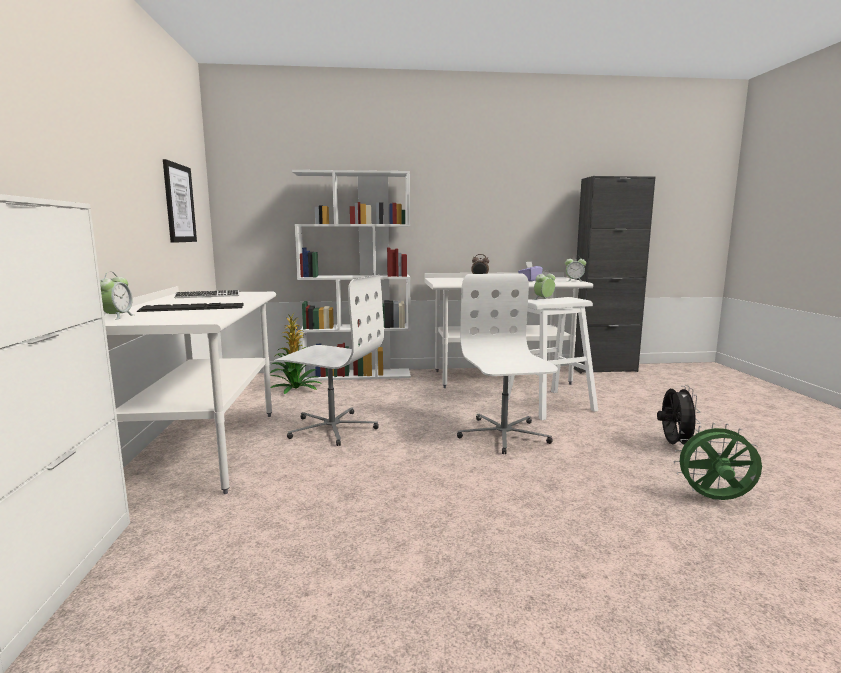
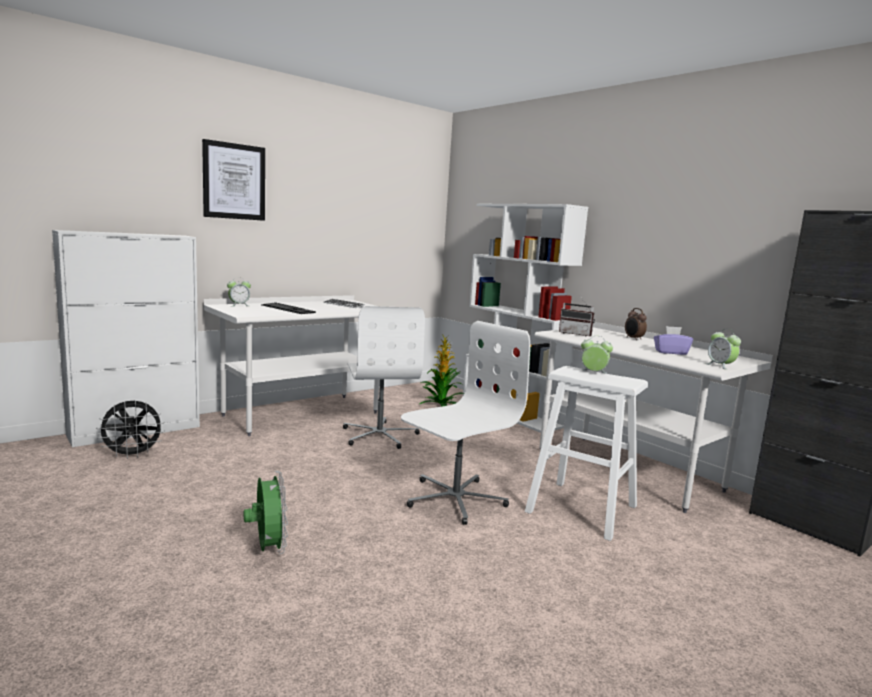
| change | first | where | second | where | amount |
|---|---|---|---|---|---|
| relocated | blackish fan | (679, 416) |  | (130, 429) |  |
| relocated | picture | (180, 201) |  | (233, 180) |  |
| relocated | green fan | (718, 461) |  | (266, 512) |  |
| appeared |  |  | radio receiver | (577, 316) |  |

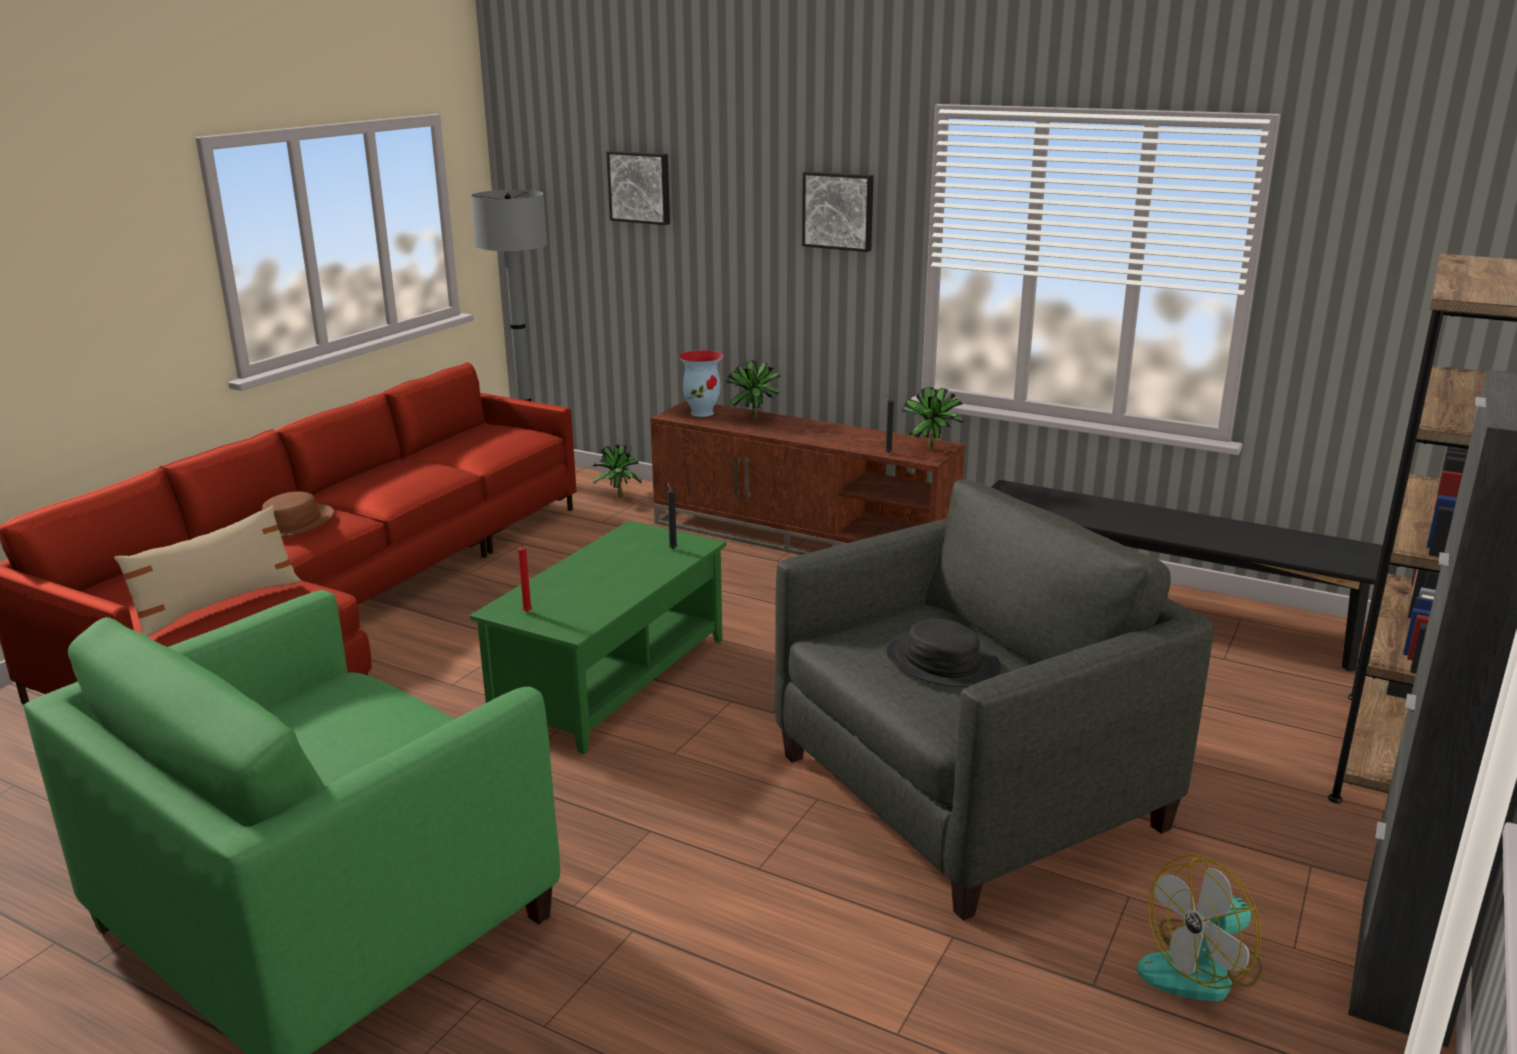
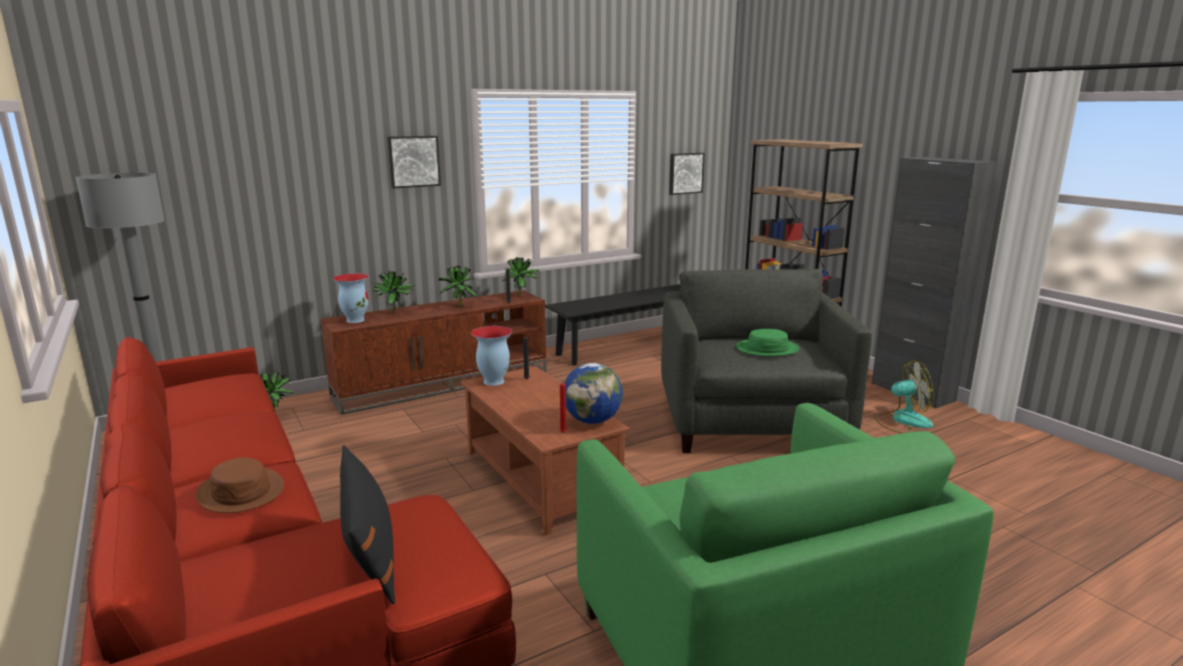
| change | first | where | second | where | amount |
|---|---|---|---|---|---|
| colour | beige pillow | (207, 571) | blackish pillow | (367, 524) |  |
| appeared |  |  | houseplant | (457, 286) |  |
| colour | green coffee table | (598, 637) | brownish coffee table | (545, 450) |  |
| appeared |  |  | flower vase | (491, 356) |  |
| appeared |  |  | desk globe | (593, 393) |  |
| relocated | picture | (638, 188) |  | (687, 174) |  |
| colour | blackish hat | (943, 653) | green hat | (768, 342) |  |
| spun | fan | (1200, 927) |  | (904, 397) | 90 degrees counterclockwise |

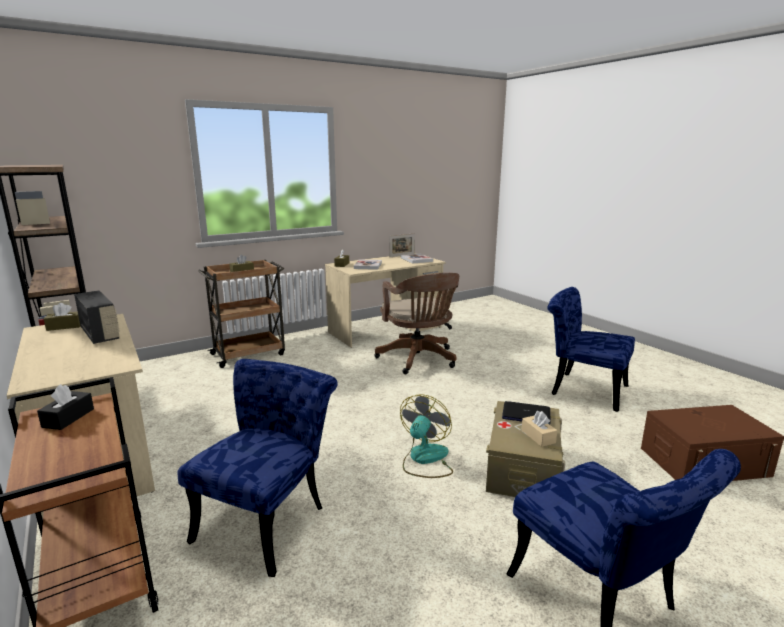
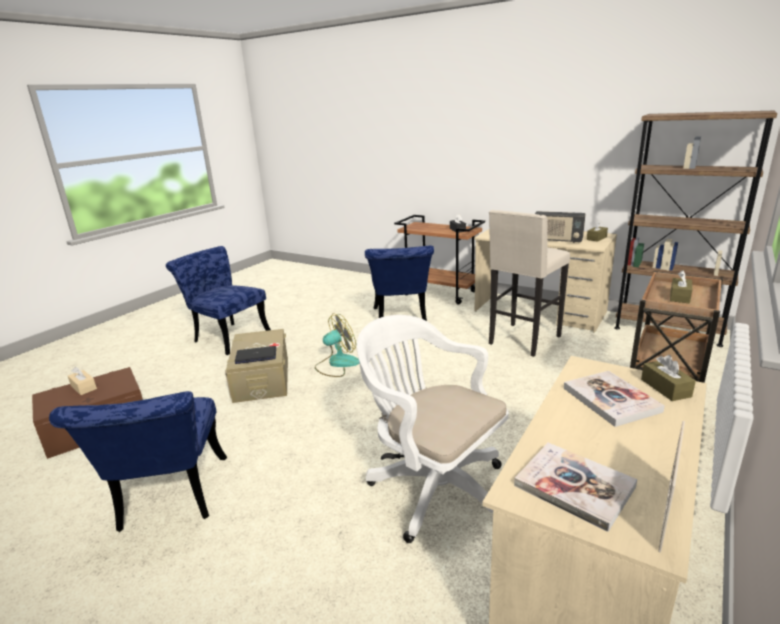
| change | first | where | second | where | amount |
|---|---|---|---|---|---|
| spun | blue plain chair | (591, 349) |  | (138, 461) | 75 degrees clockwise |
| relocated | beige box of tissues | (539, 429) |  | (82, 381) |  |
| spun | fan | (426, 436) |  | (337, 345) | 120 degrees counterclockwise |
| colour | brownish computer chair | (416, 323) | whitish computer chair | (433, 429) |  |
| appeared |  |  | beige stool seat | (529, 283) |  |

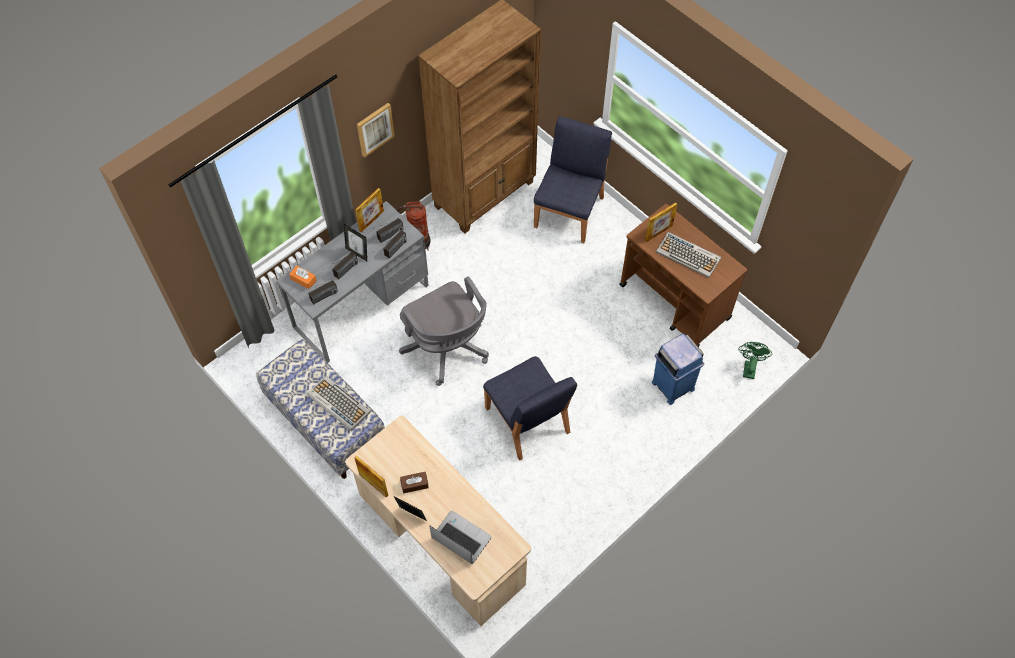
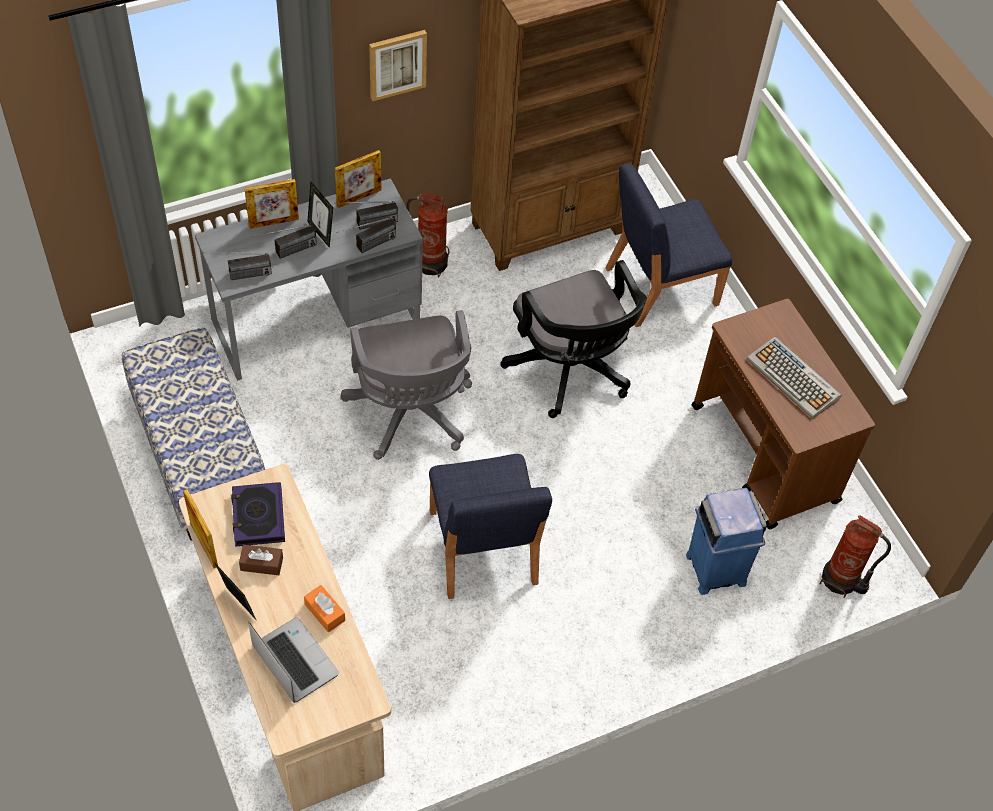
| change | first | where | second | where | amount |
|---|---|---|---|---|---|
| appeared |  |  | book | (258, 514) |  |
| relocated | picture frame | (661, 222) |  | (271, 204) |  |
| relocated | orange-coloured box of tissues | (303, 277) |  | (324, 608) |  |
| appeared |  |  | blackish computer chair | (573, 339) |  |
| spun | blue plain chair | (573, 179) |  | (668, 245) | 150 degrees counterclockwise |
| exchanged | green fan | (755, 360) | fire-fighting cylinder | (855, 556) |  |
| missing | PC keyboard | (339, 403) |  |  |  |

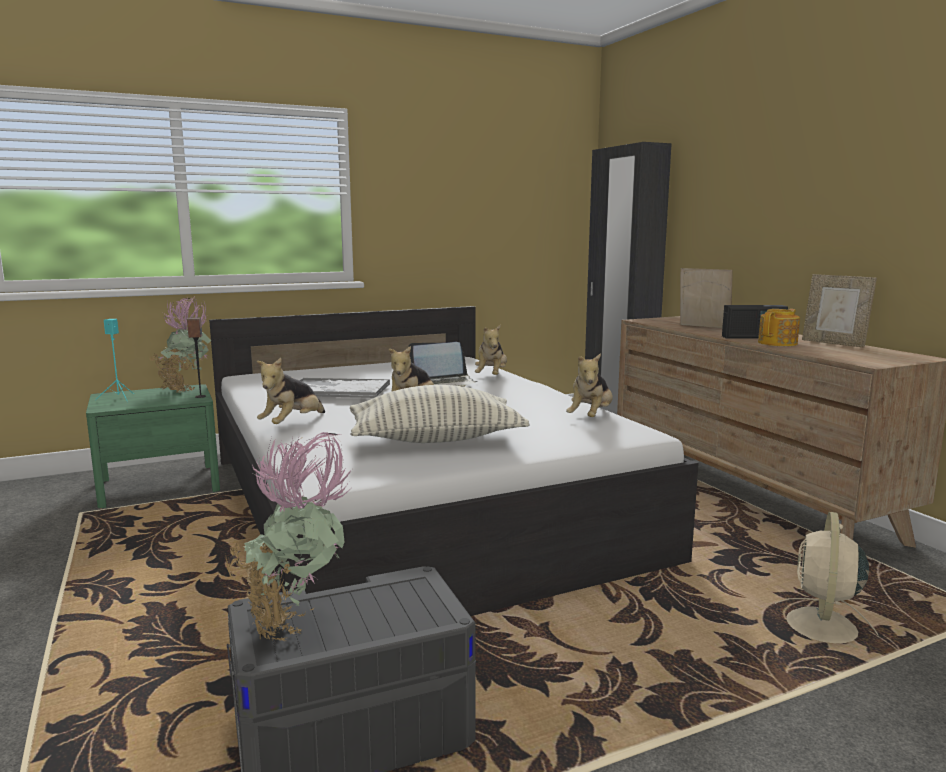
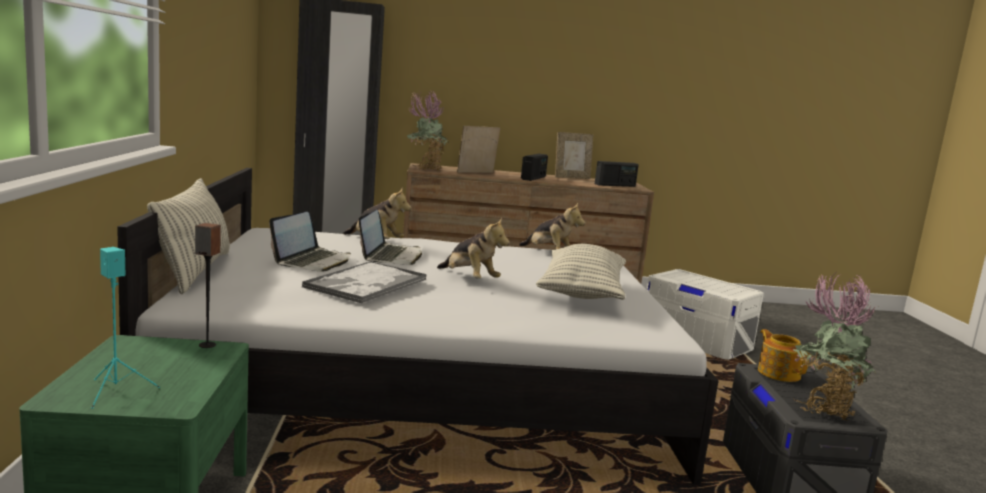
| change | first | where | second | where | amount |
|---|---|---|---|---|---|
| appeared |  |  | pillow | (188, 236) |  |
| appeared |  |  | laptop | (310, 241) |  |
| relocated | houseplant | (180, 344) |  | (428, 131) |  |
| appeared |  |  | radio receiver | (617, 174) |  |
| exchanged | beige fan | (826, 577) | whitish storage bin | (705, 314) |  |
| relocated | pot for tea | (779, 327) |  | (784, 355) |  |
| missing | soft toy | (291, 391) |  |  |  |

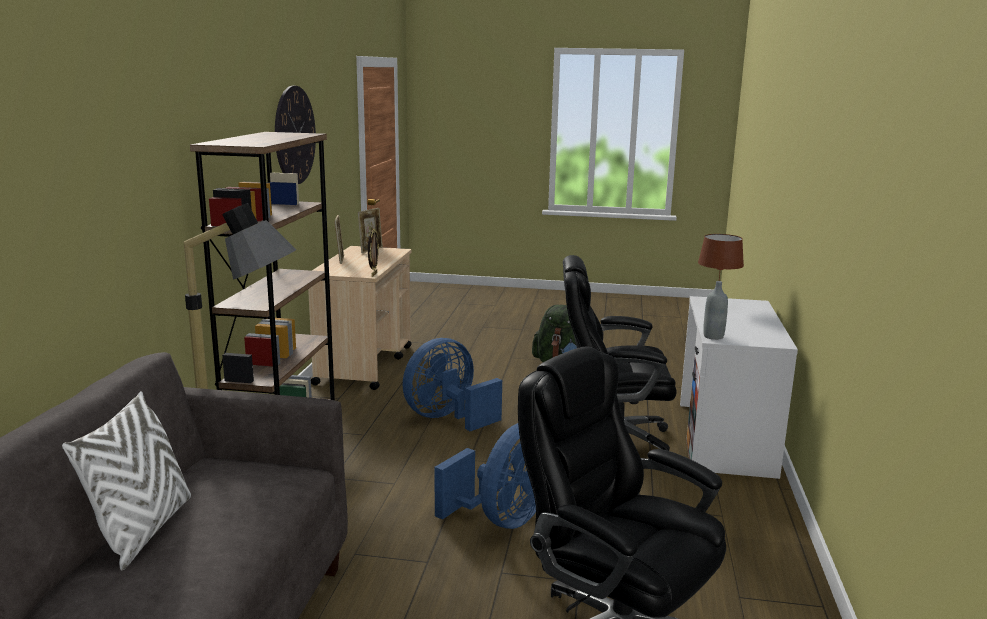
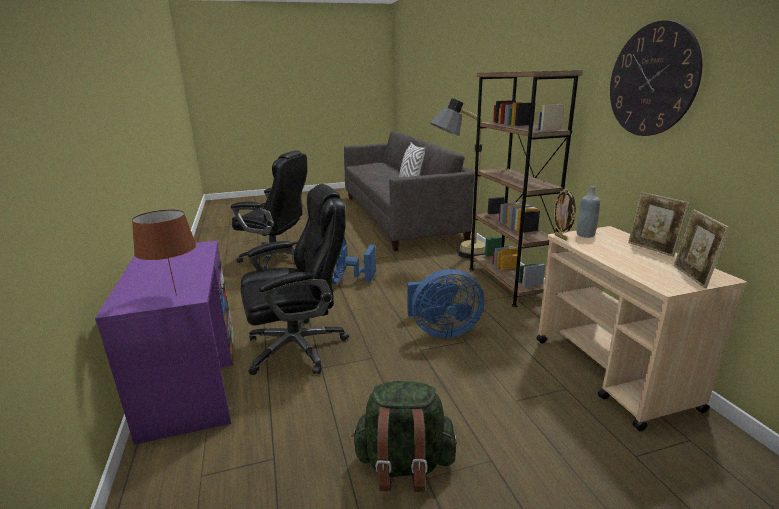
| change | first | where | second | where | amount |
|---|---|---|---|---|---|
| colour | whitish desk unit | (739, 387) | purple desk unit | (164, 342) |  |
| spun | blue fan | (452, 385) |  | (445, 303) | 60 degrees clockwise |
| relocated | greyish drink bottle | (715, 310) |  | (588, 212) |  |

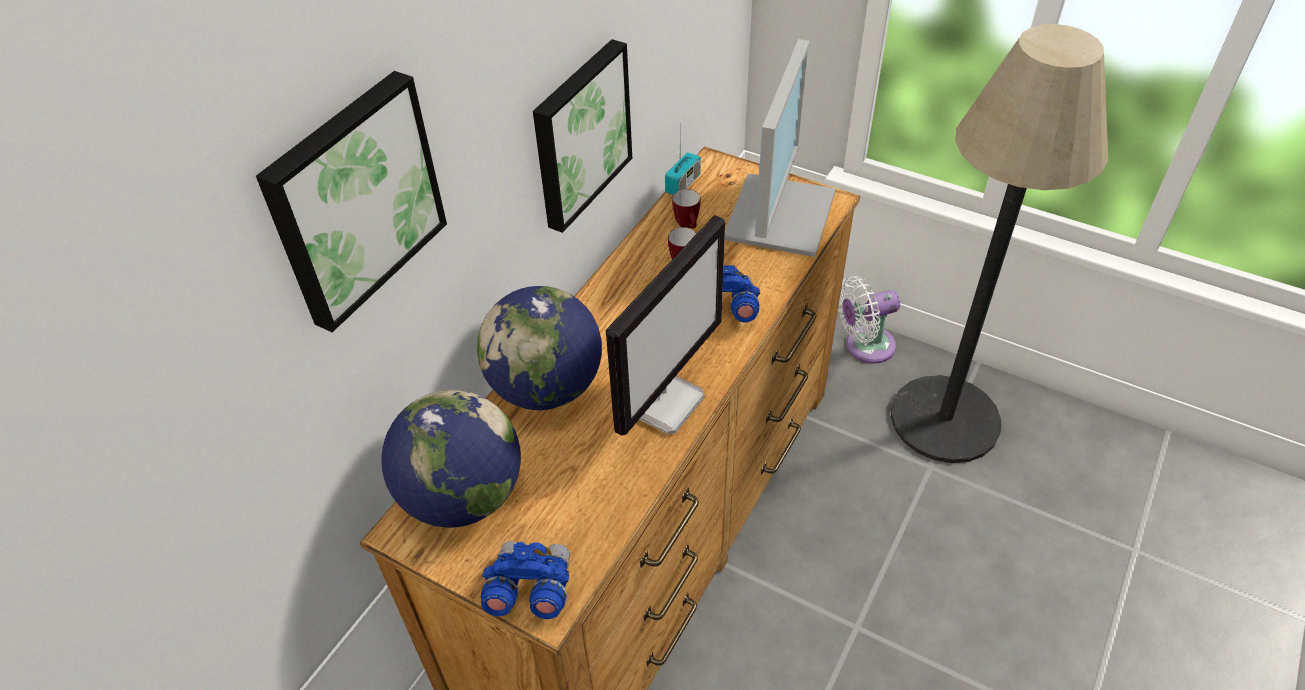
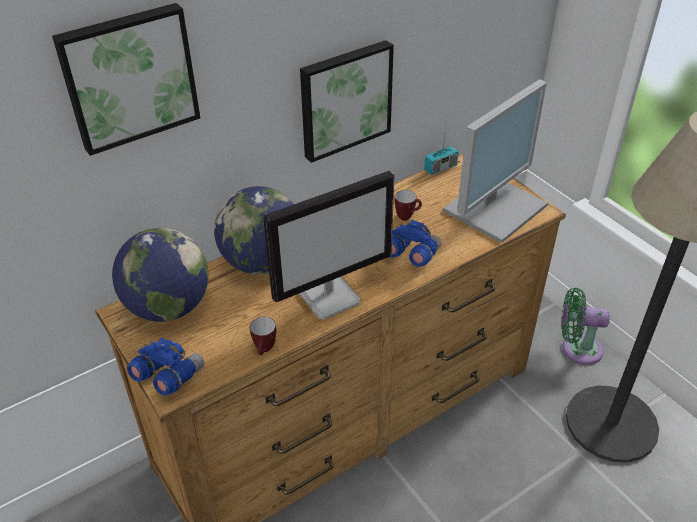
| change | first | where | second | where | amount |
|---|---|---|---|---|---|
| relocated | coffee mug | (686, 208) |  | (263, 336) |  |
| colour | whitish fan | (869, 320) | green fan | (585, 326) |  |

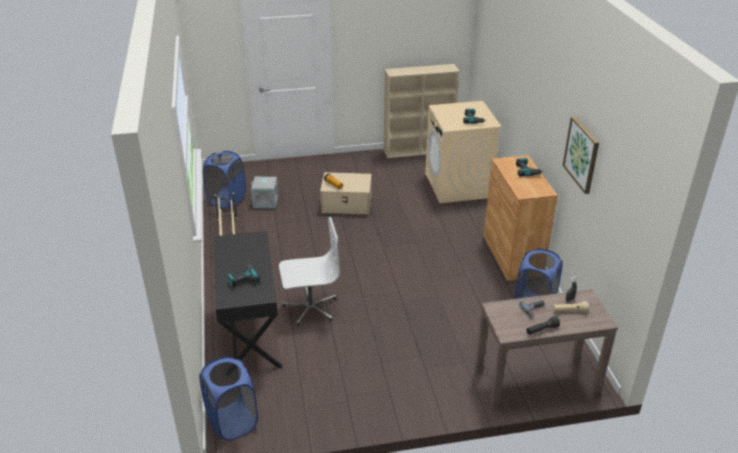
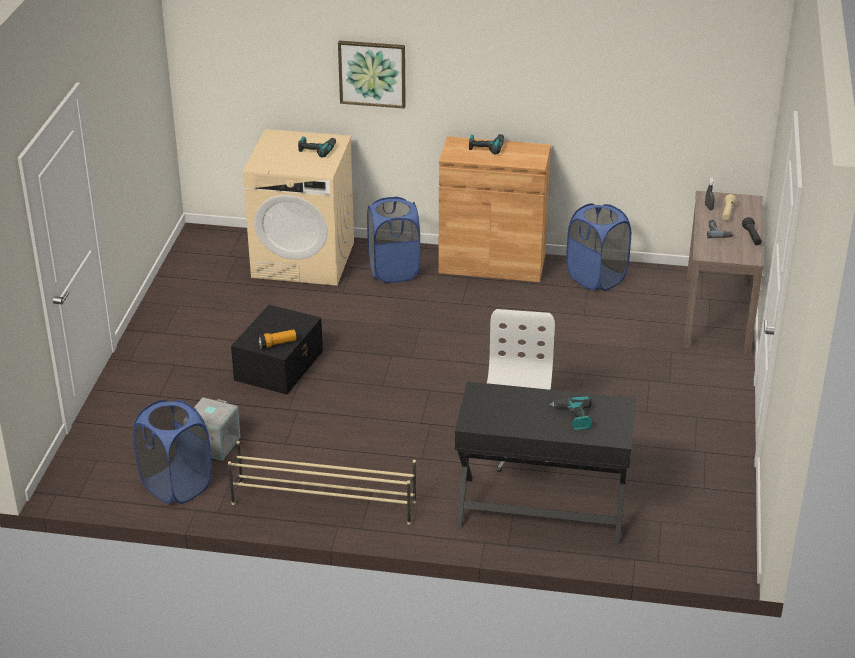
| change | first | where | second | where | amount |
|---|---|---|---|---|---|
| colour | beige storage bin | (345, 193) | blackish storage bin | (277, 350) |  |
| relocated | picture | (581, 155) |  | (372, 75) |  |
| relocated | blue hamper | (228, 398) |  | (393, 240) |  |
| missing | beige bookcase | (422, 111) |  |  |  |

